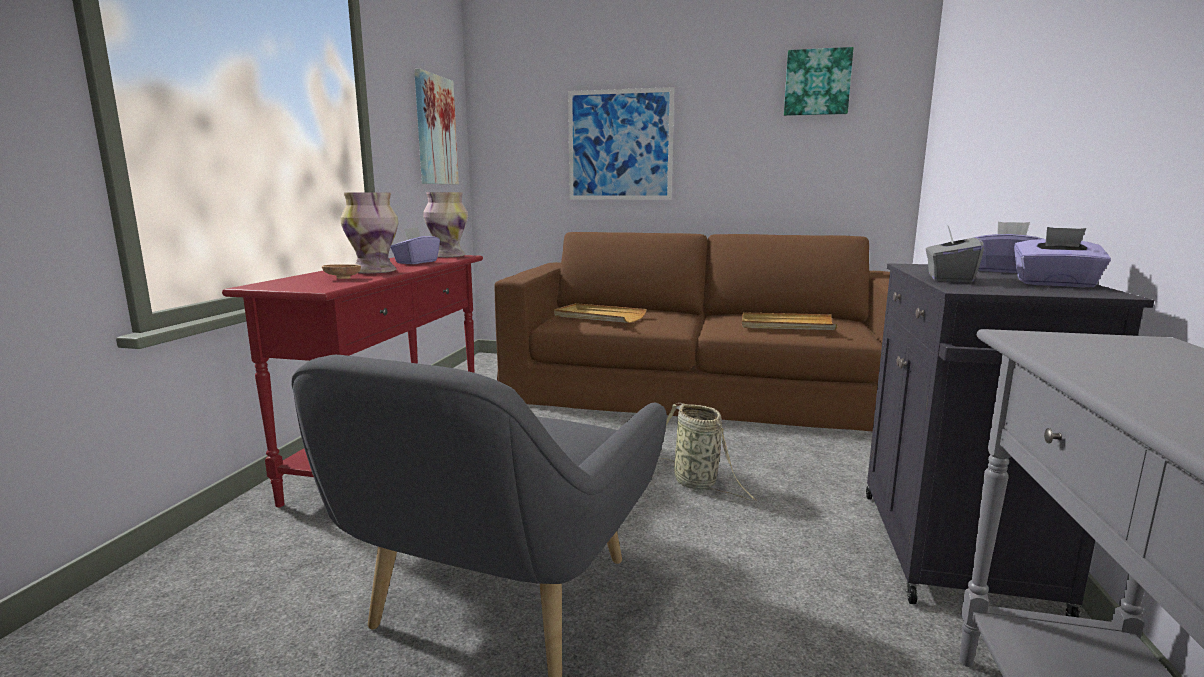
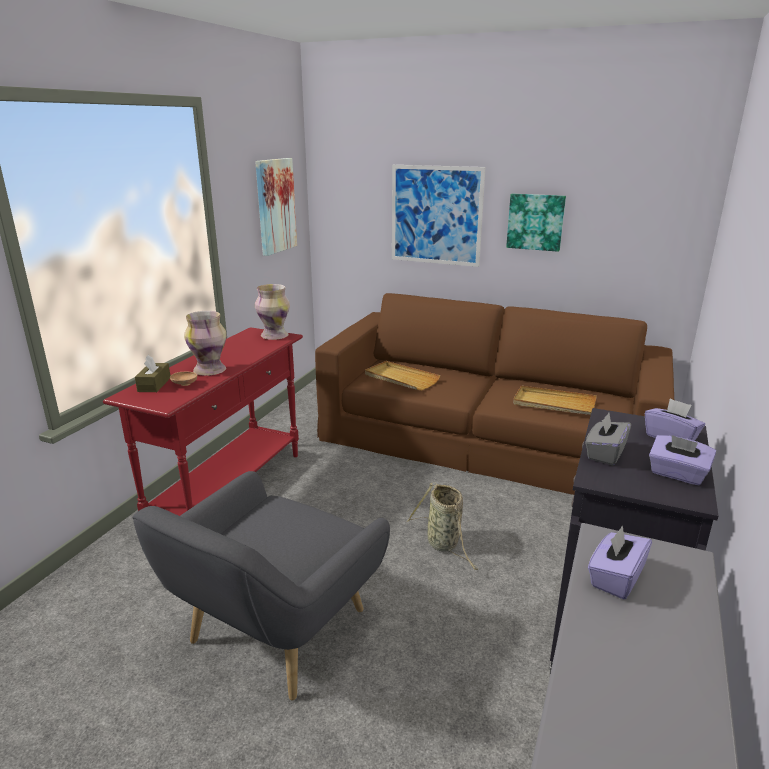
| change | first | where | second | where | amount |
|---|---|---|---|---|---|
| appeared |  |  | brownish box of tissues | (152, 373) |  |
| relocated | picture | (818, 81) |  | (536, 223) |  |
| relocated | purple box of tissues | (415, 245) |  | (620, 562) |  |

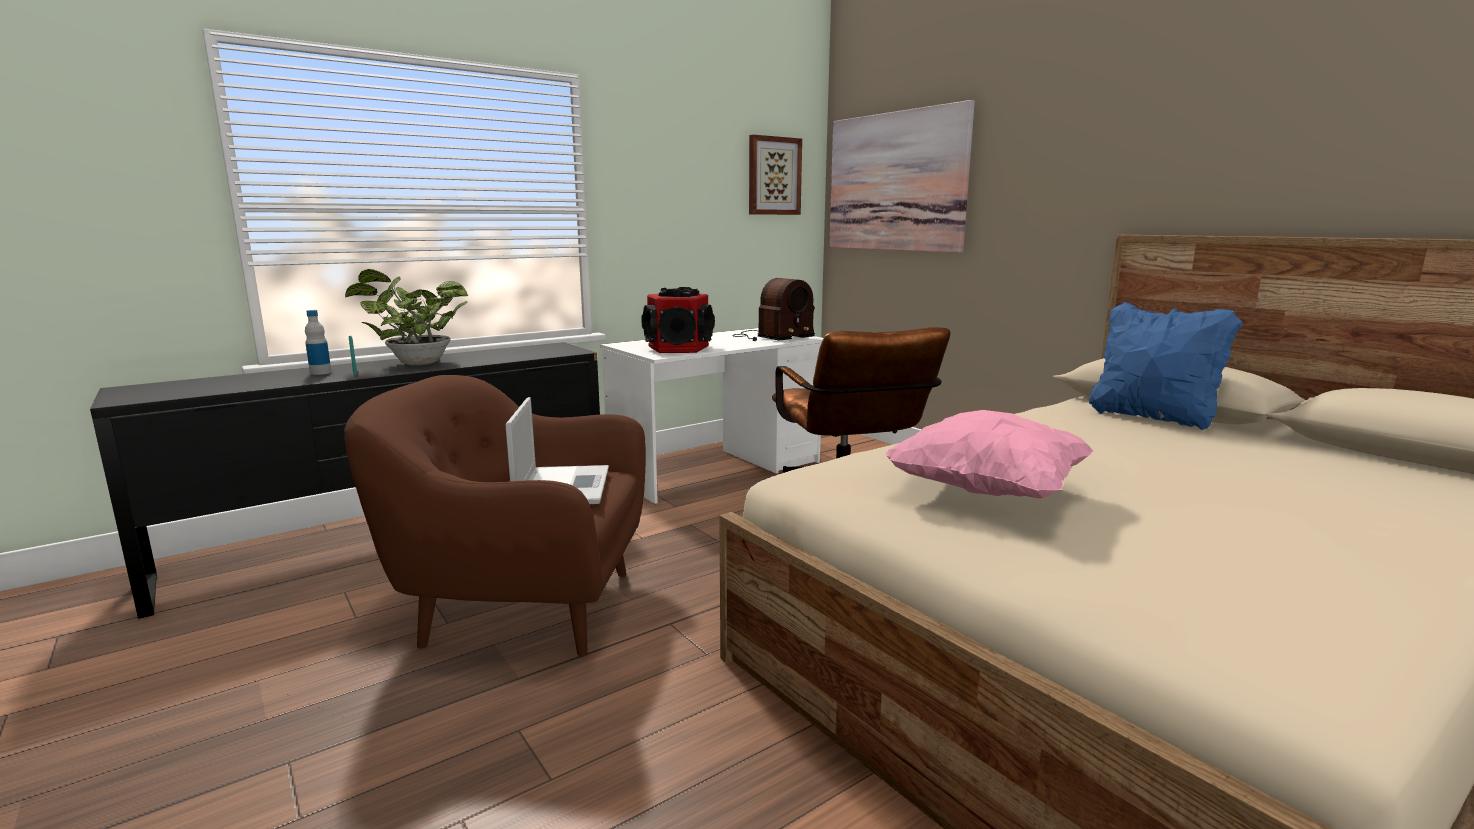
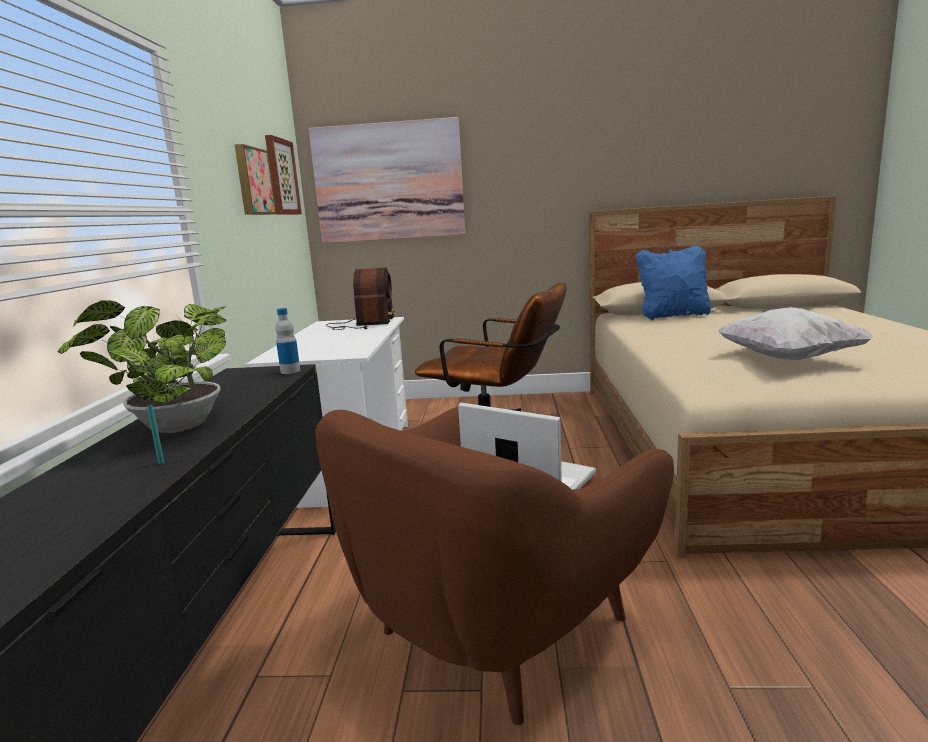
| change | first | where | second | where | amount |
|---|---|---|---|---|---|
| appeared |  |  | picture | (255, 179) |  |
| relocated | drink bottle | (318, 342) |  | (288, 341) |  |
| colour | pink pillow | (989, 454) | whitish pillow | (795, 333) |  |
| missing | audio speaker | (678, 320) |  |  |  |

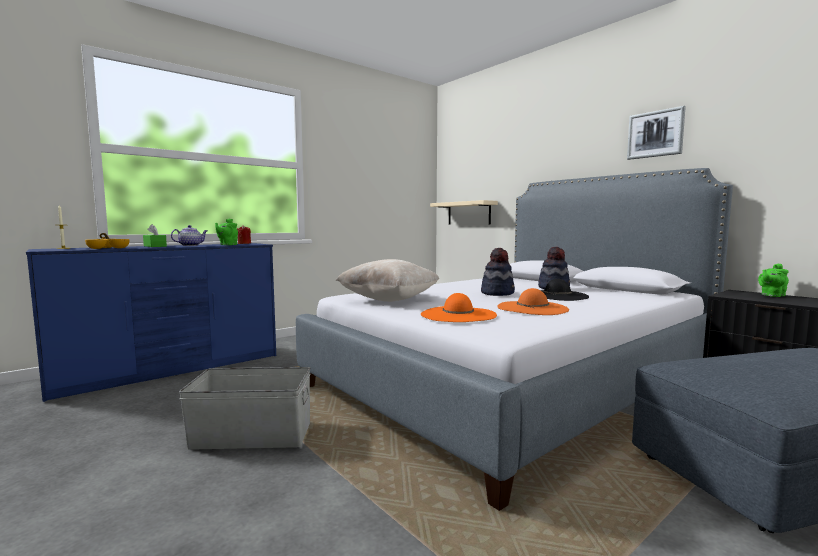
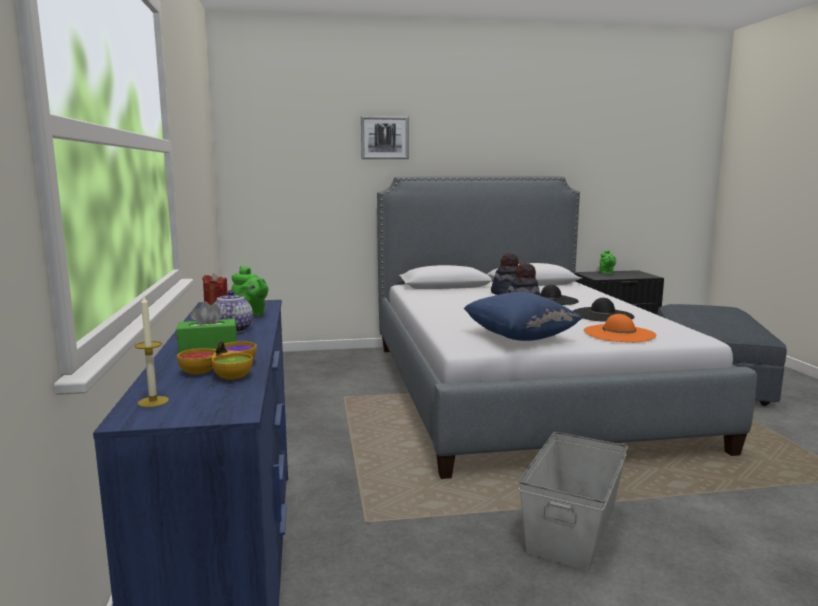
| change | first | where | second | where | amount |
|---|---|---|---|---|---|
| relocated | picture | (656, 133) |  | (385, 137) |  |
| colour | beige pillow | (387, 280) | blue pillow | (523, 316) |  |
| colour | orange-coloured hat | (533, 301) | blackish hat | (603, 310) |  |
| missing | beige shelf | (464, 212) |  |  |  |

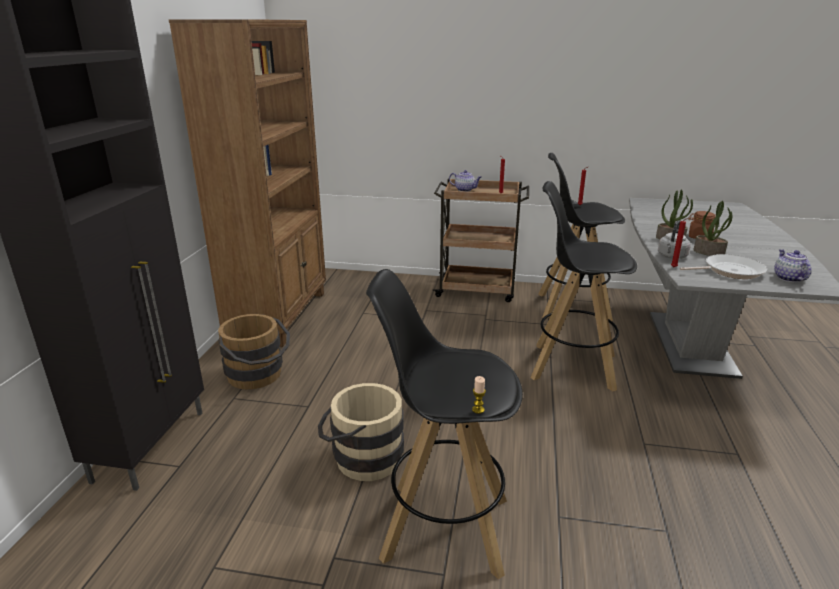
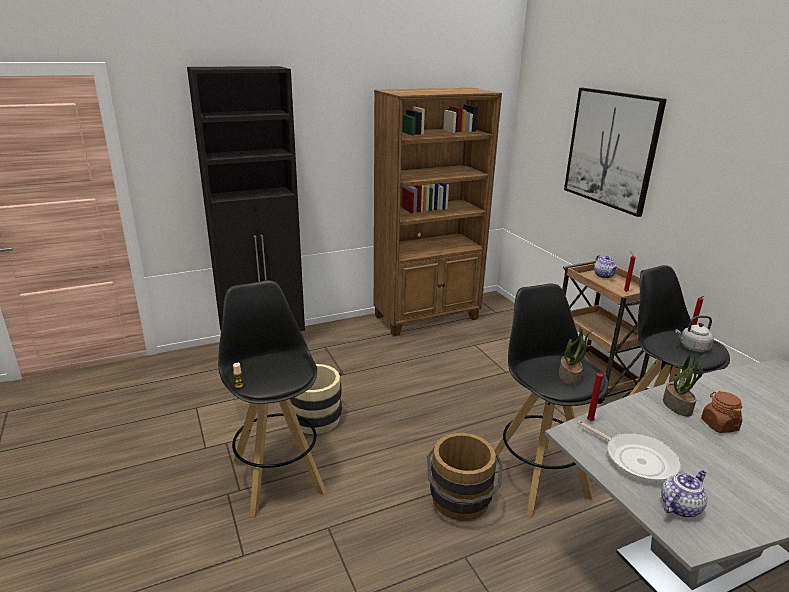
| change | first | where | second | where | amount |
|---|---|---|---|---|---|
| relocated | brownish water bucket | (254, 351) |  | (465, 477) |  |
| relocated | houseplant | (712, 228) |  | (576, 356) |  |
| appeared |  |  | picture | (615, 152) |  |
| relocated | greyish water kettle | (674, 239) |  | (694, 333) |  |

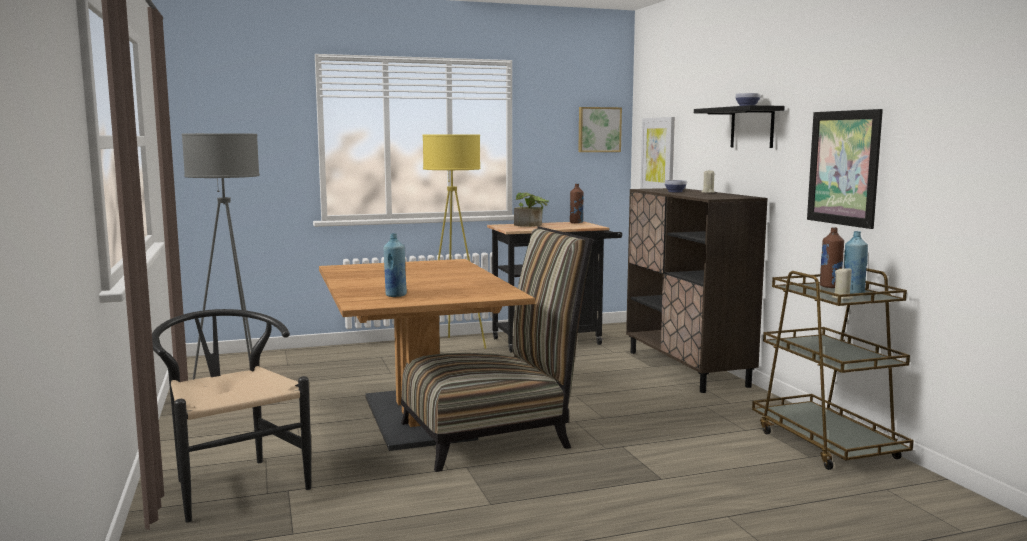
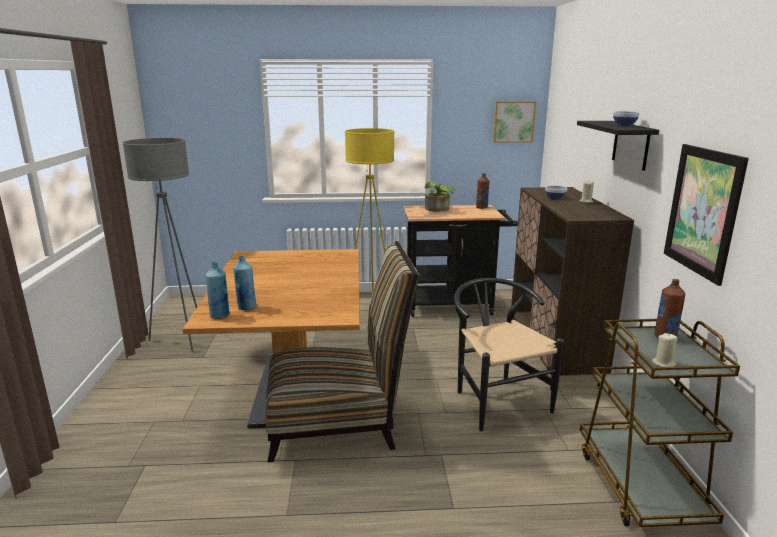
| change | first | where | second | where | amount |
|---|---|---|---|---|---|
| relocated | blue drink bottle | (856, 262) |  | (218, 290) |  |
| relocated | blackish plain chair | (231, 416) |  | (509, 354) |  |
| missing | picture | (657, 153) |  |  |  |

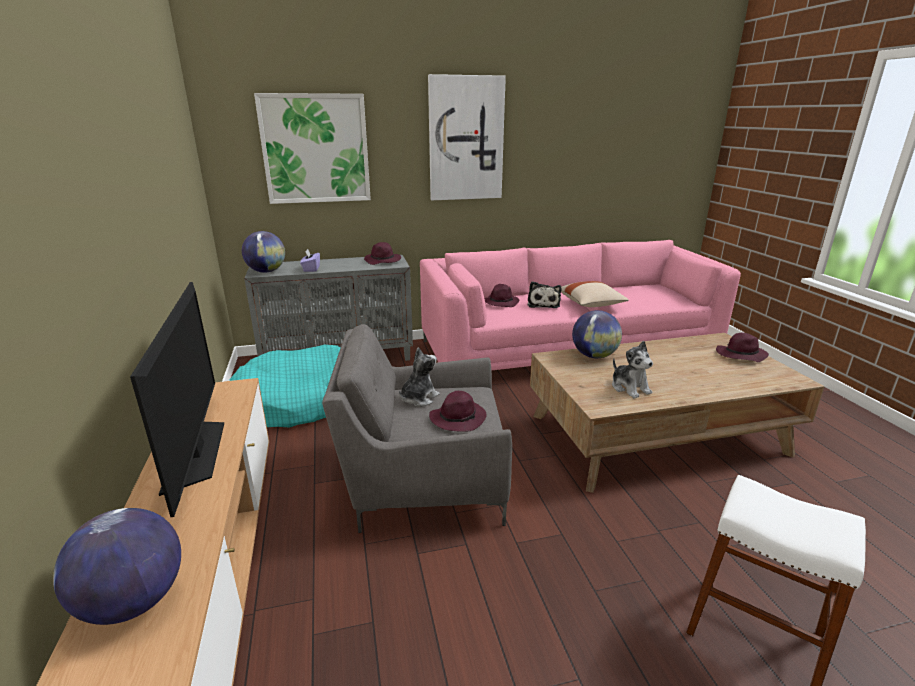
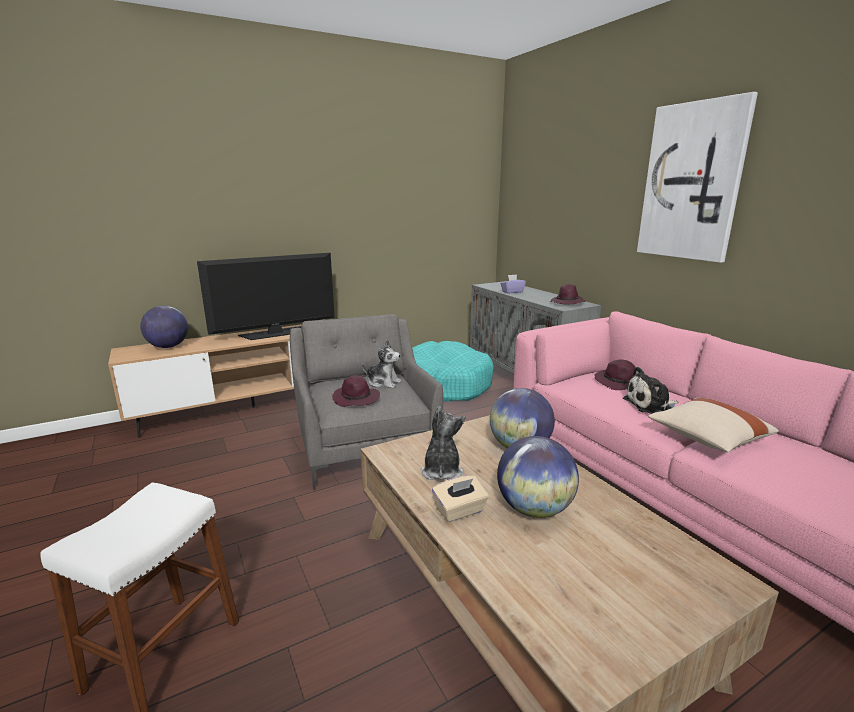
| change | first | where | second | where | amount |
|---|---|---|---|---|---|
| spun | soft toy | (632, 370) |  | (443, 443) | 135 degrees clockwise |
| appeared |  |  | beige box of tissues | (460, 498) |  |
| relocated | desk globe | (263, 252) |  | (538, 477) |  |
| missing | picture | (312, 148) |  |  |  |
| missing | purple hat | (742, 347) |  |  |  |

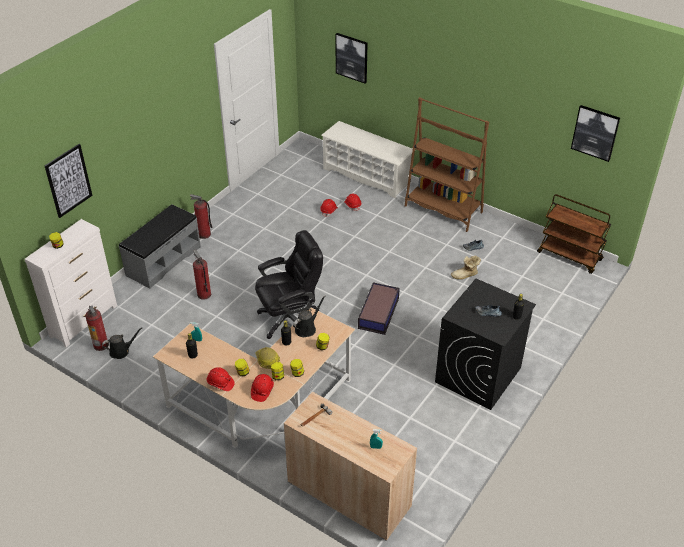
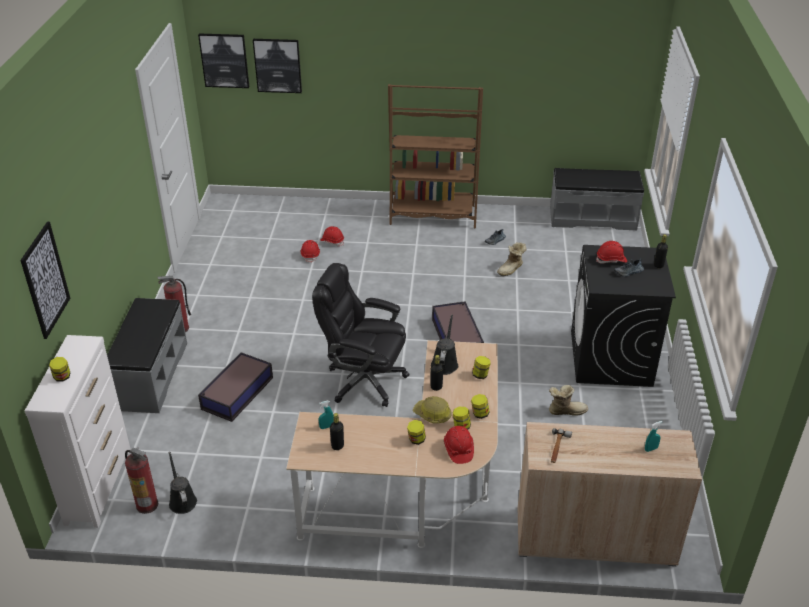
| change | first | where | second | where | amount |
|---|---|---|---|---|---|
| spun | blackish sprinkling can | (122, 343) |  | (183, 483) | 60 degrees counterclockwise |
| relocated | picture | (595, 133) |  | (223, 60) |  |
| exchanged | fire-fighting cylinder | (202, 275) | storage bin | (235, 387) |  |
| spun | blackish computer chair | (289, 284) |  | (360, 335) | 105 degrees counterclockwise |
| appeared |  |  | boot | (568, 400) |  |
| exchanged | brownish trolley | (574, 234) | greyish indoor bench | (597, 199) |  |
| relocated | reddish hard hat | (221, 379) |  | (611, 252) |  |
| missing | whitish shoe rack | (367, 159) |  |  |  |

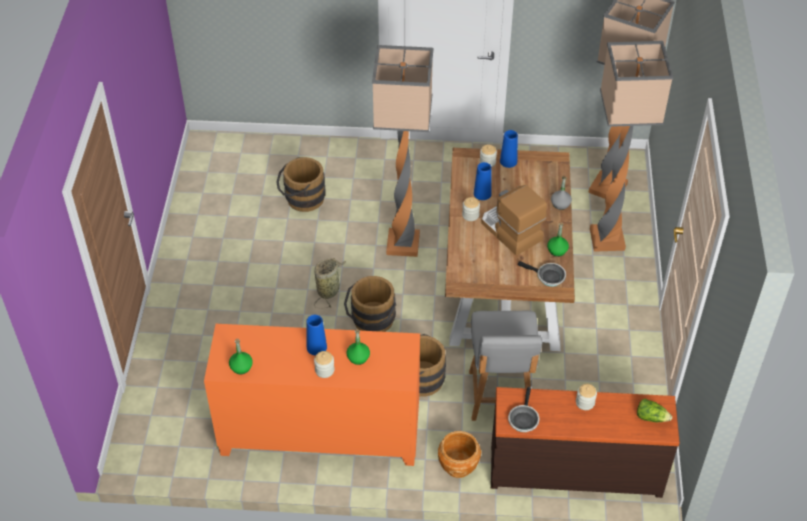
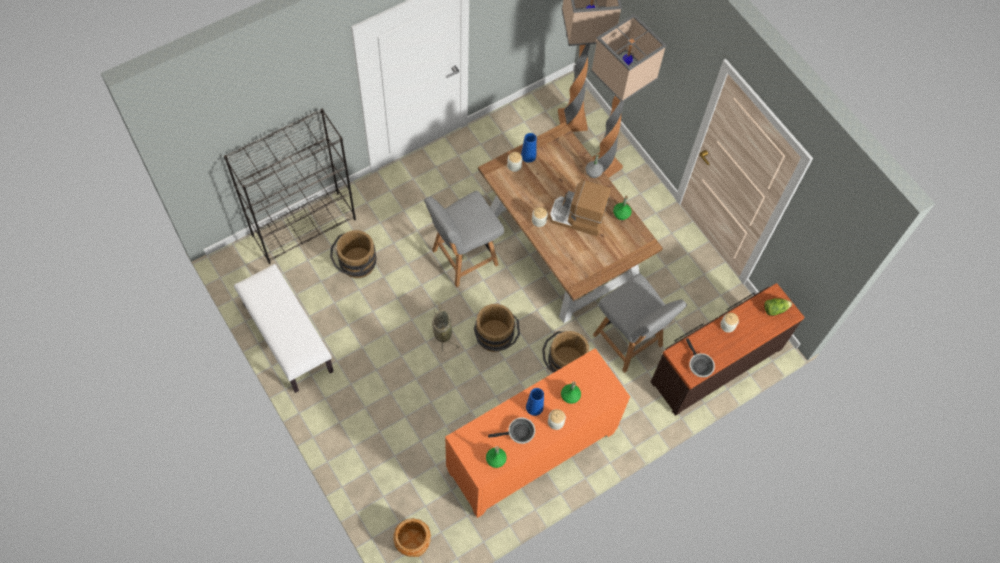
| change | first | where | second | where | amount |
|---|---|---|---|---|---|
| appeared |  |  | blackish bookcase | (290, 186) |  |
| appeared |  |  | whitish indoor bench | (284, 328) |  |
| relocated | brownish planter | (460, 454) |  | (412, 537) |  |
| exchanged | standing lamp | (402, 151) | greyish plain chair | (464, 239) |  |
| relocated | frying pan | (542, 274) |  | (511, 431) |  |
| missing | blue flower vase | (483, 181) |  |  |  |

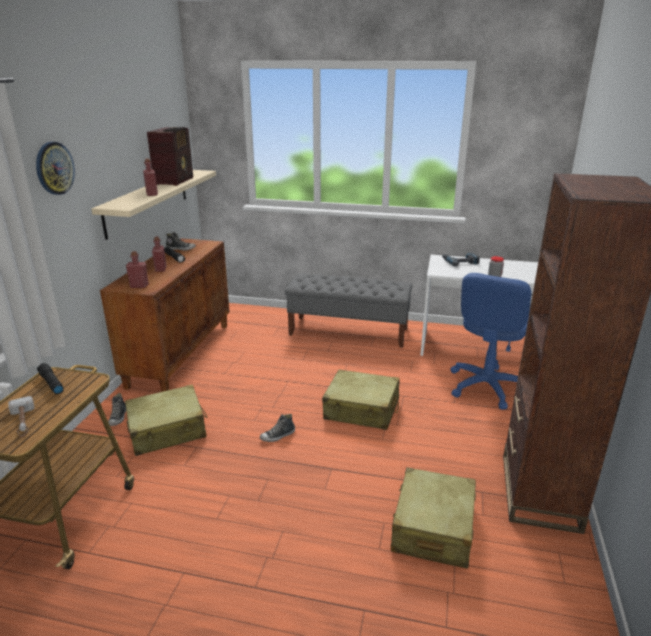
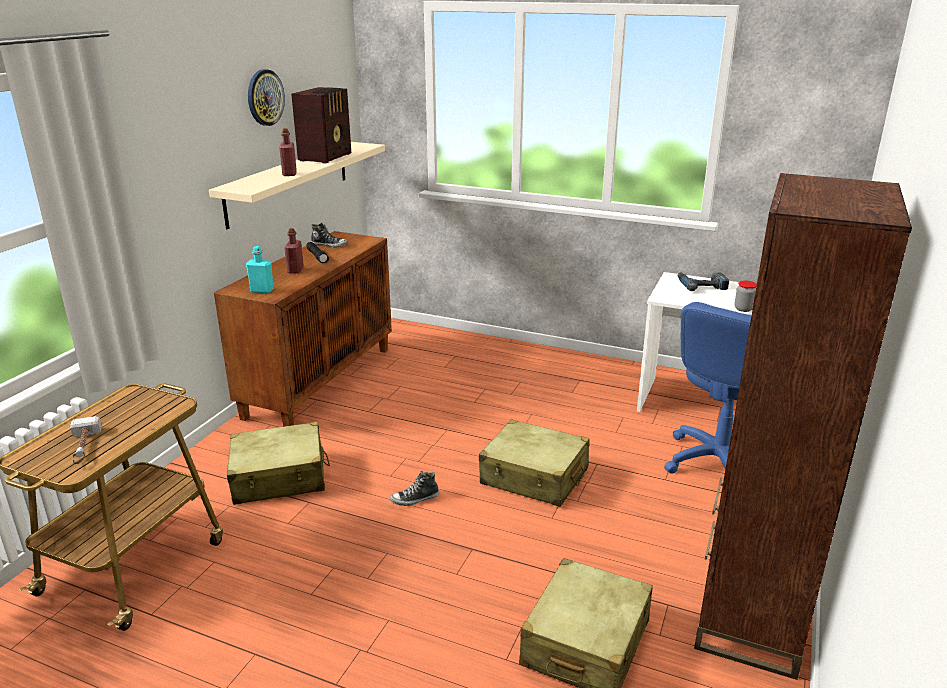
| change | first | where | second | where | amount |
|---|---|---|---|---|---|
| colour | reddish drink bottle | (137, 269) | blue-green drink bottle | (260, 269) |  |
| relocated | wall clock | (55, 168) |  | (266, 97) |  |
| missing | blackish flashlight | (50, 378) |  |  |  |
| missing | item of footwear | (117, 409) |  |  |  |
| missing | greyish indoor bench | (348, 310) |  |  |  |

